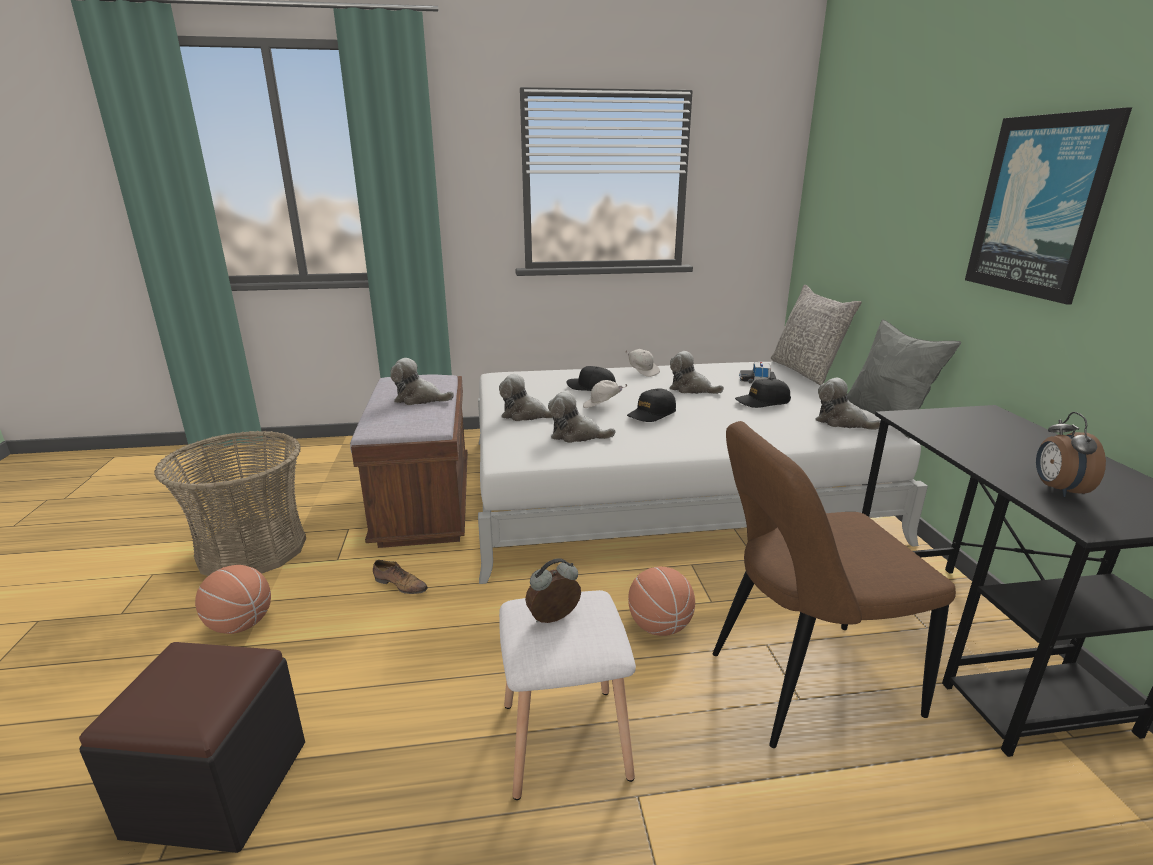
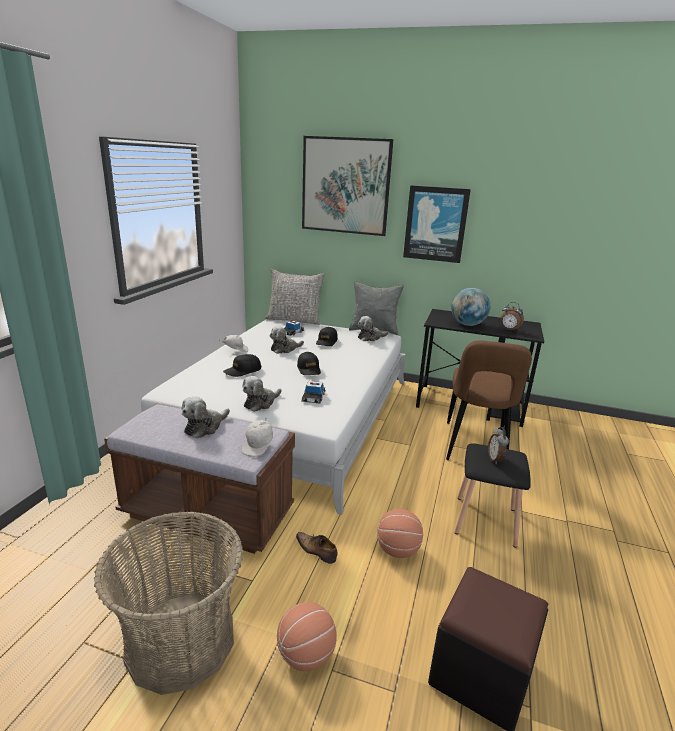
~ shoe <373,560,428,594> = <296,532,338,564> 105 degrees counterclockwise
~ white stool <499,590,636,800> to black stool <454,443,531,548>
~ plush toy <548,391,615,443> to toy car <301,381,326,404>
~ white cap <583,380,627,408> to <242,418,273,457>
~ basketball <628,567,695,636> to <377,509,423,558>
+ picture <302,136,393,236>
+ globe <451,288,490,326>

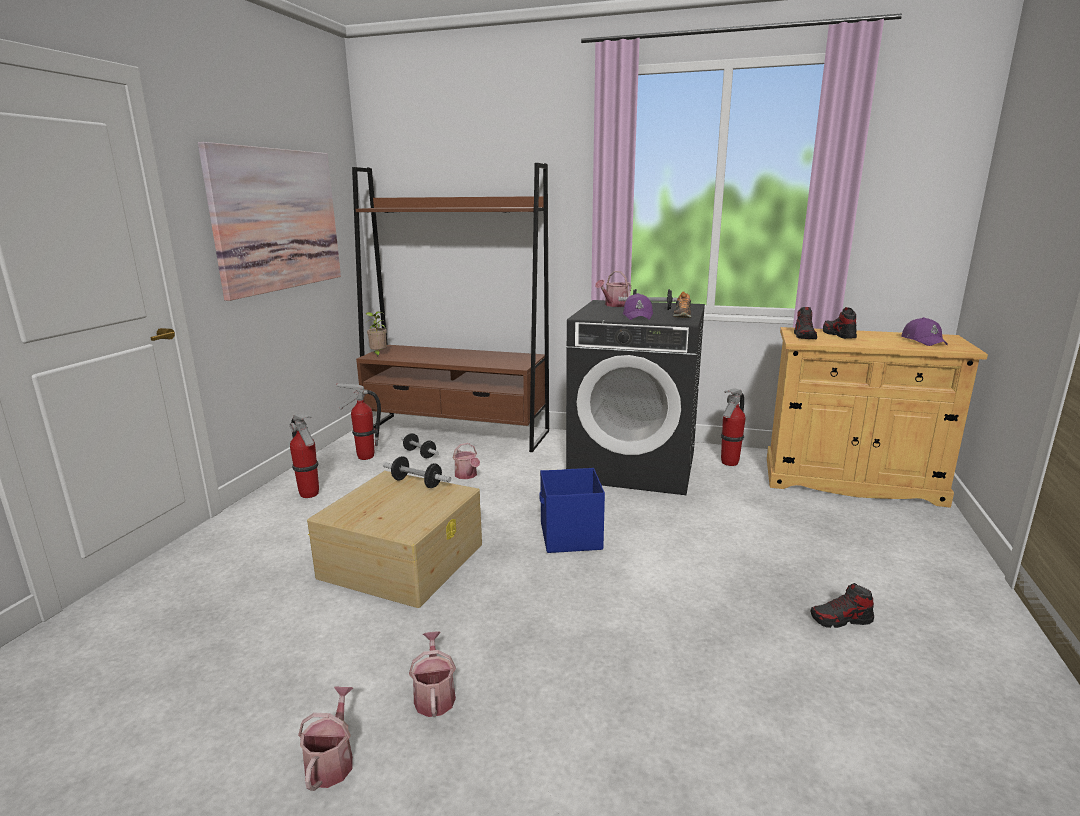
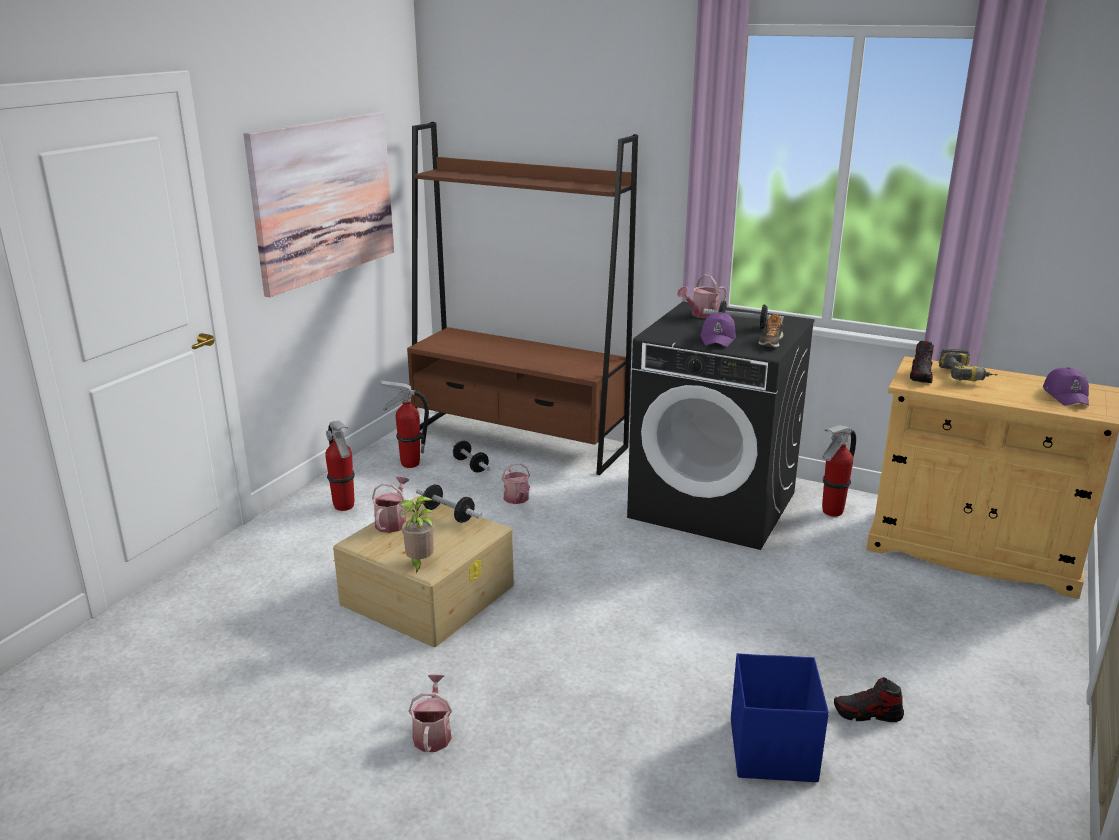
~ watering can <298,686,353,791> to <372,476,410,533>
~ potted plant <366,311,387,357> to <399,496,435,573>
~ blue storage box <539,468,605,553> to <731,653,829,782>
~ shoe <823,307,857,339> to power drill <939,349,998,381>

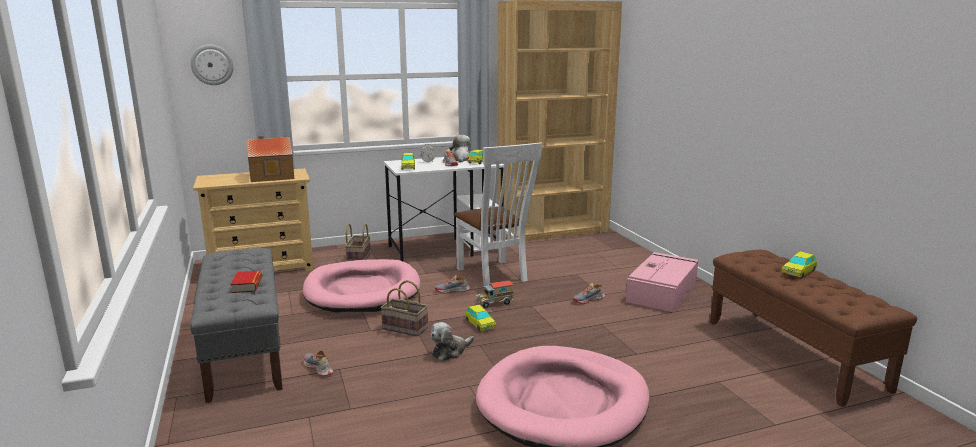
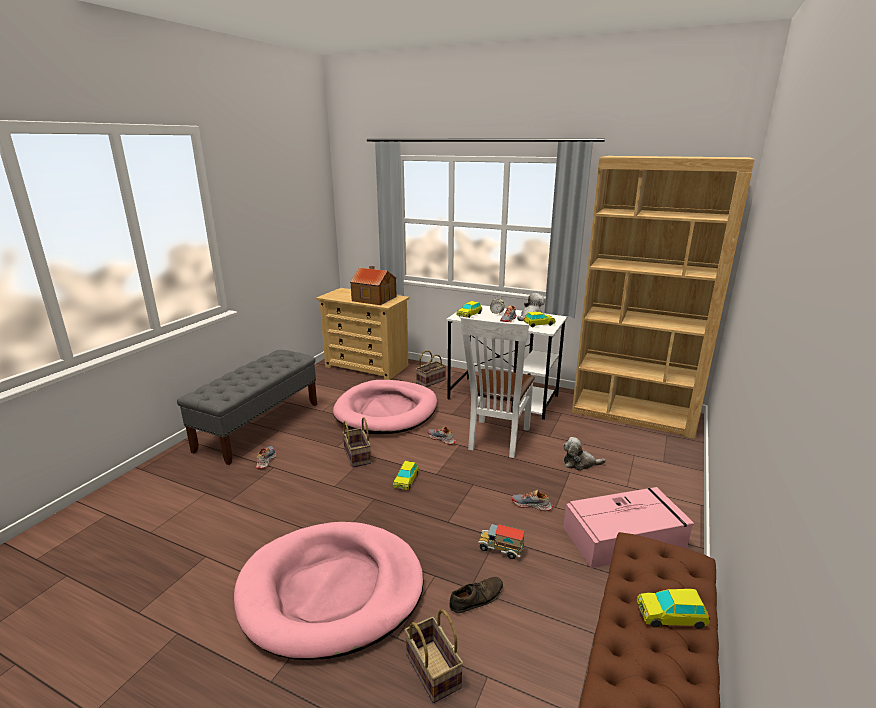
- wall clock <190,45,234,85>
- book <230,271,262,293>
~ plush toy <431,322,474,361> to <563,437,606,471>
~ toy truck <476,281,514,308> to <478,524,525,559>
+ basket <405,609,463,703>
+ brown shoe <449,577,503,613>

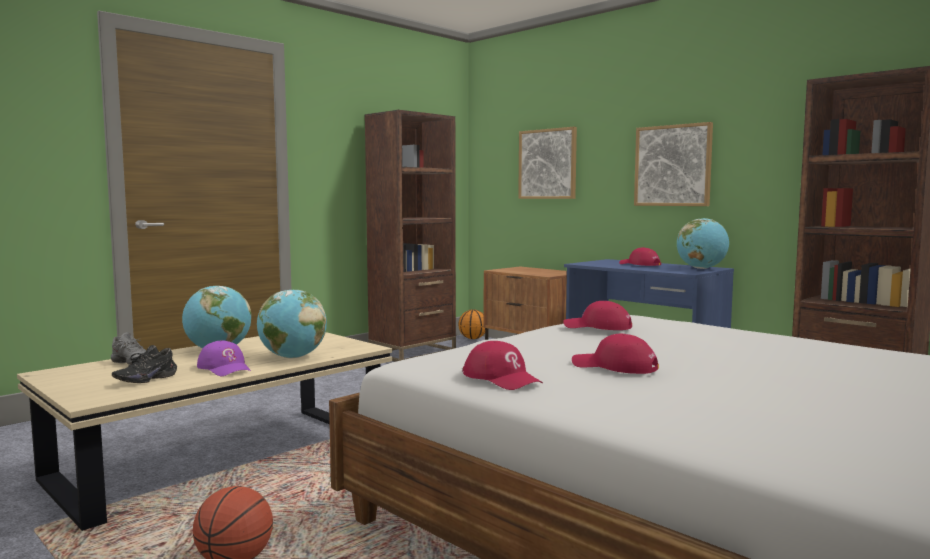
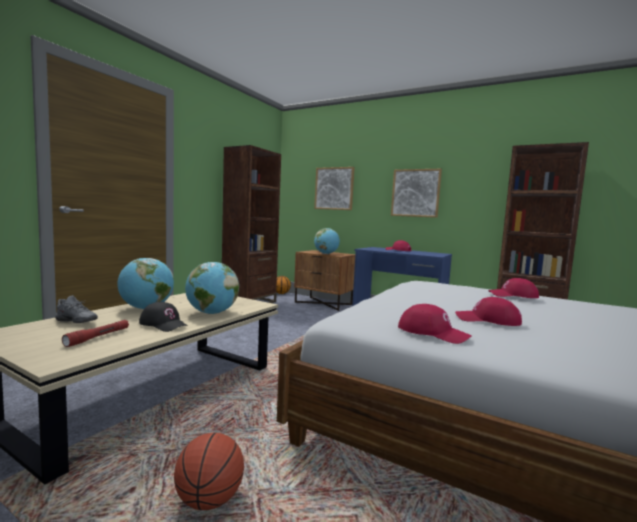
~ black shoe <112,345,177,383> to red flashlight <62,320,129,347>
~ purple cap <197,341,251,376> to black cap <139,302,188,332>
~ red cap <563,301,632,330> to <488,278,539,298>
~ globe <677,218,729,269> to <314,228,340,254>

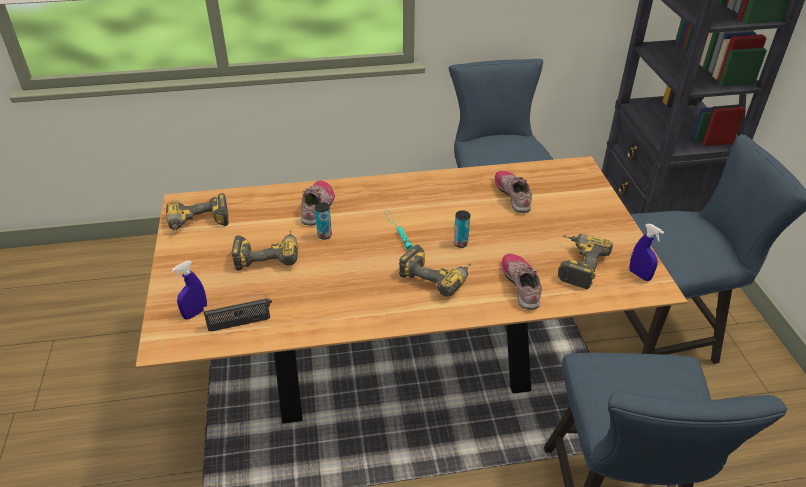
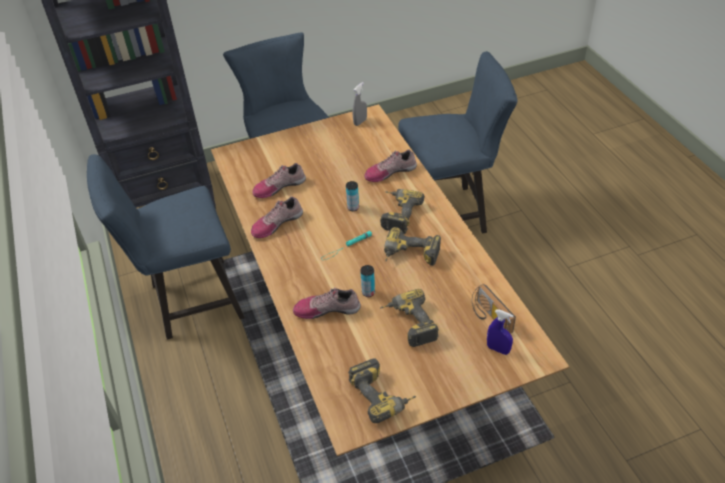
~ power drill <558,234,613,289> to <384,227,441,266>
~ blue spray bottle <629,224,664,281> to grey spray bottle <352,82,367,126>
+ shoe <251,196,303,238>

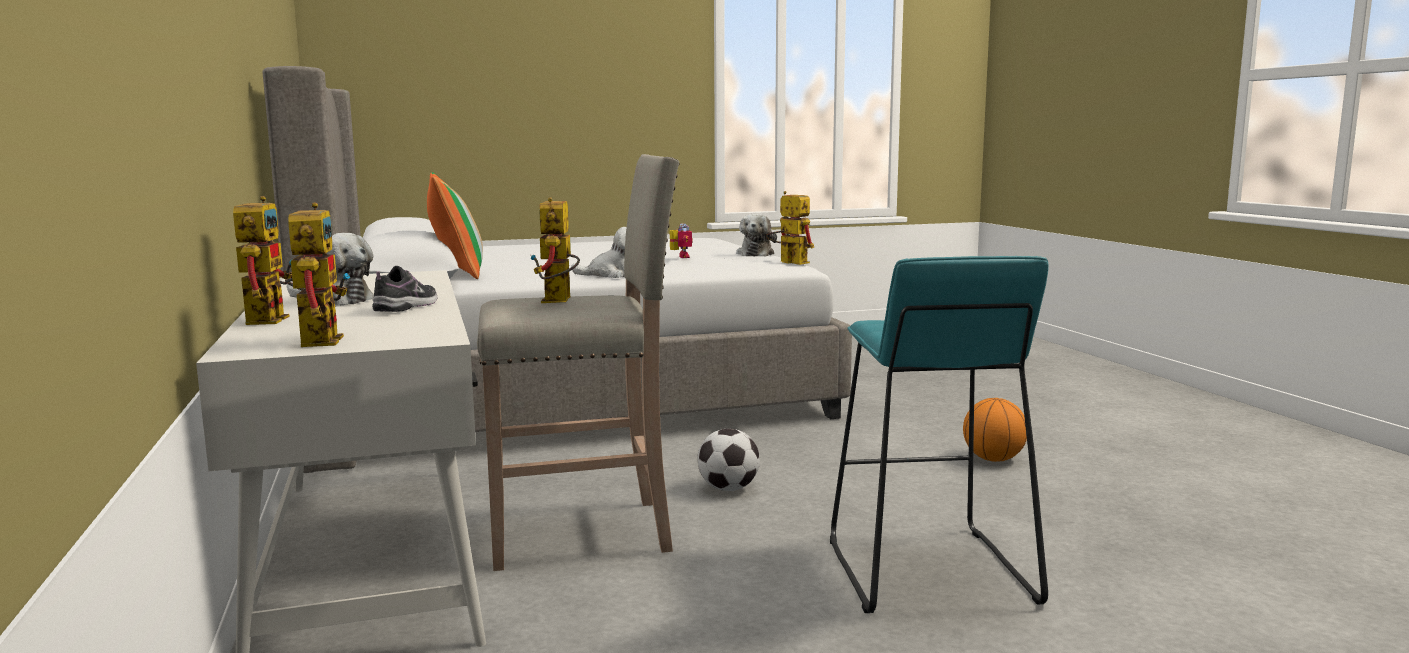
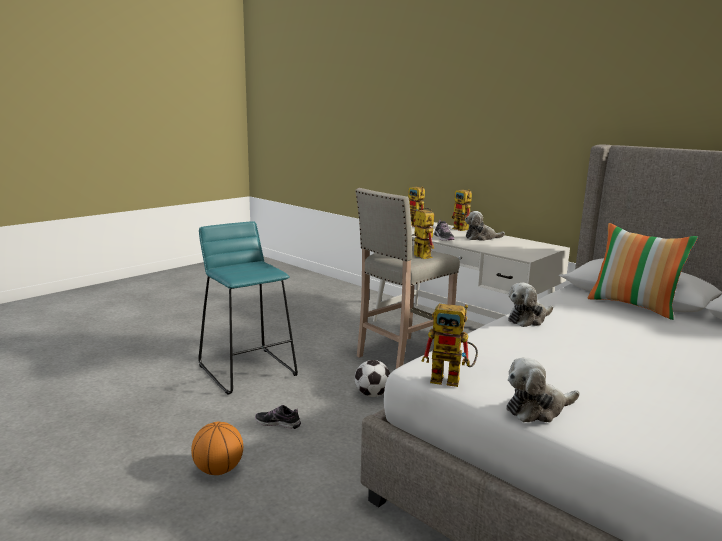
- toy robot <669,223,693,258>
~ plush toy <736,214,777,257> = <506,358,579,422> 90 degrees counterclockwise
+ shoe <255,405,301,429>

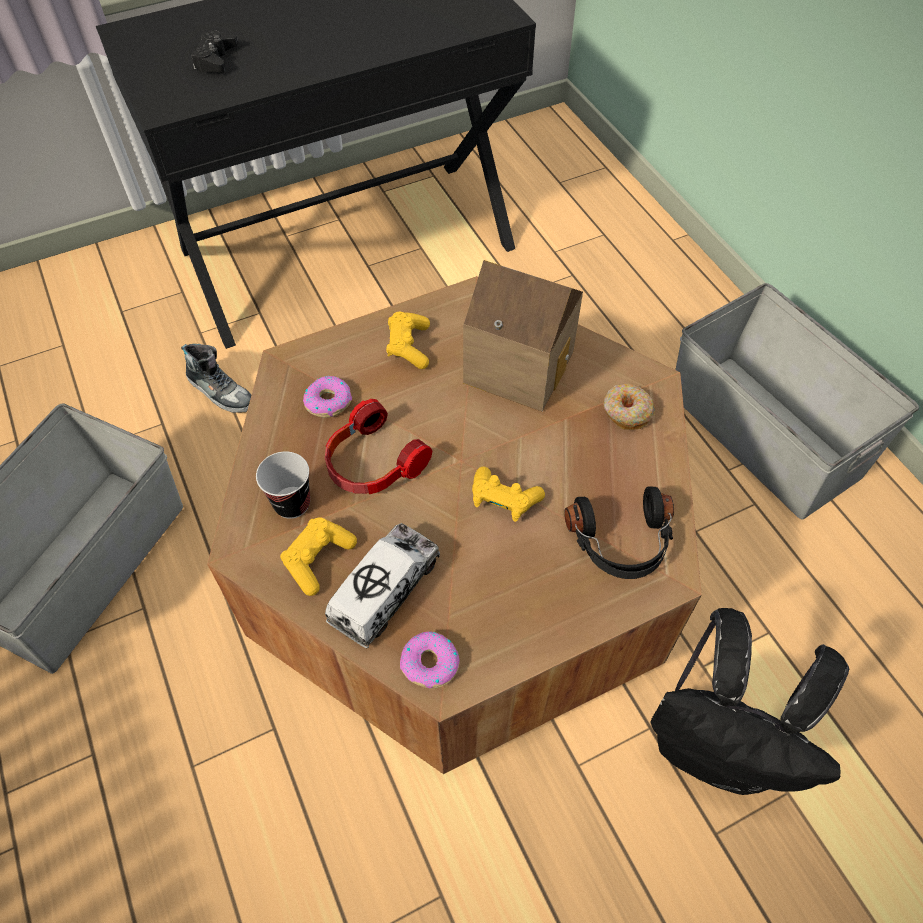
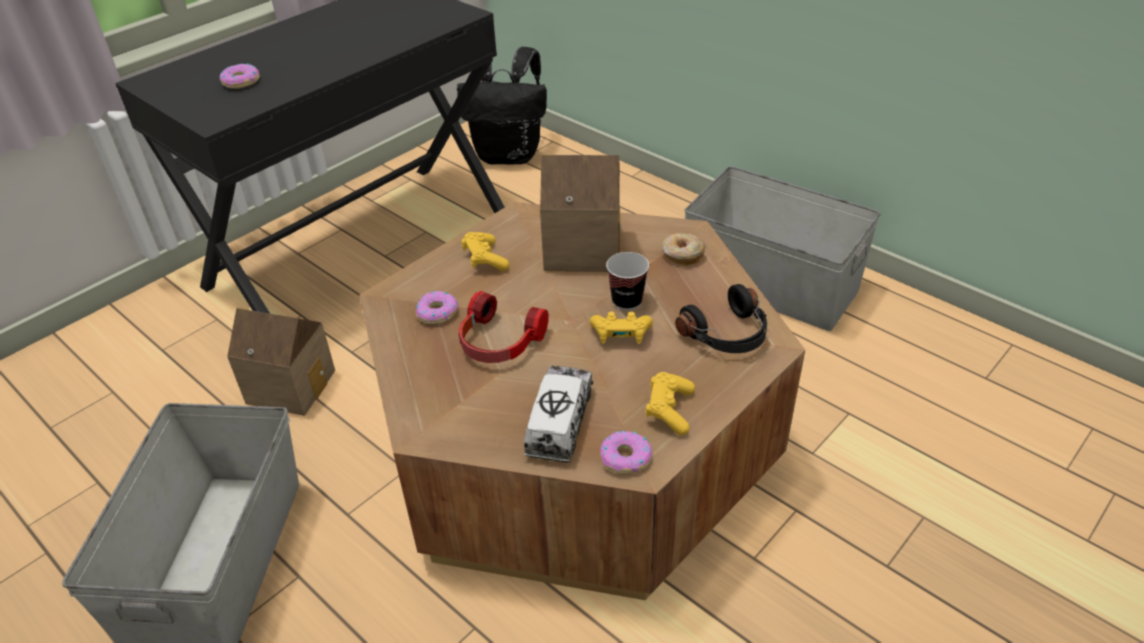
~ shoe <181,344,251,413> to toy house <227,308,335,416>
~ black game controller <191,30,238,73> to donut <219,63,260,89>
~ cup <256,451,310,519> to <606,252,649,310>
~ yellow game controller <280,517,357,596> to <645,372,695,435>
~ black backpack <650,608,849,795> to <457,47,547,164>

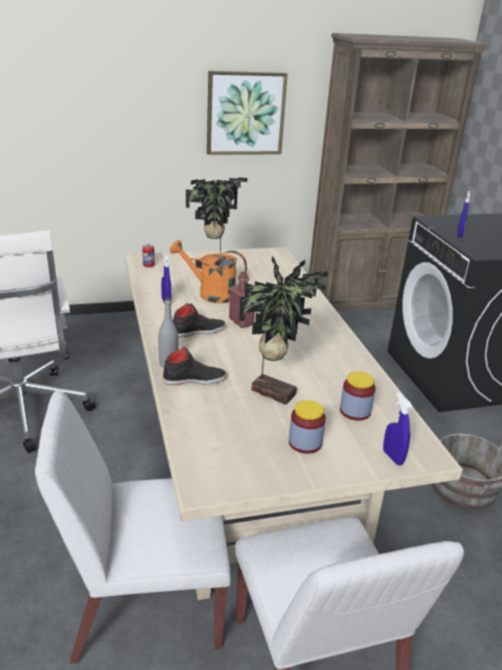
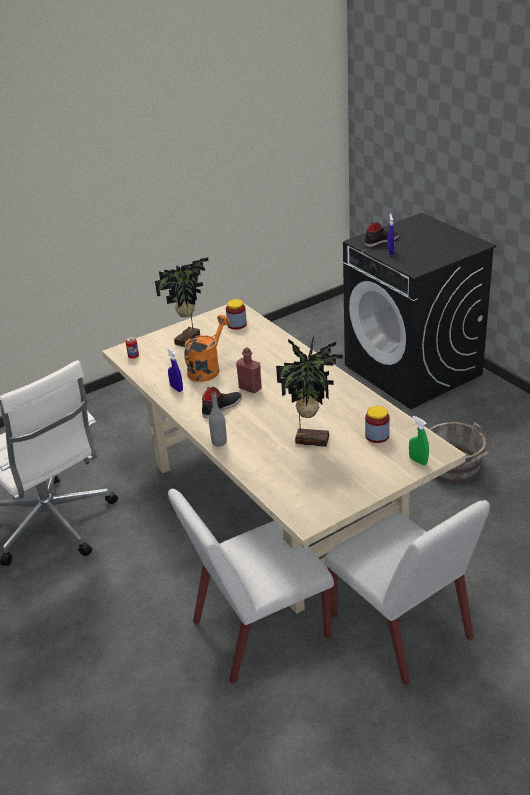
~ black shoe <163,346,227,385> to <365,222,399,247>
~ orange watering can <170,240,247,303> = <184,315,230,382> 120 degrees clockwise
- picture <207,71,288,155>
~ jar <289,400,326,454> to <226,299,247,330>
- brown bookcase <309,33,488,312>
~ blue spray bottle <383,392,413,465> to green spray bottle <409,416,429,465>

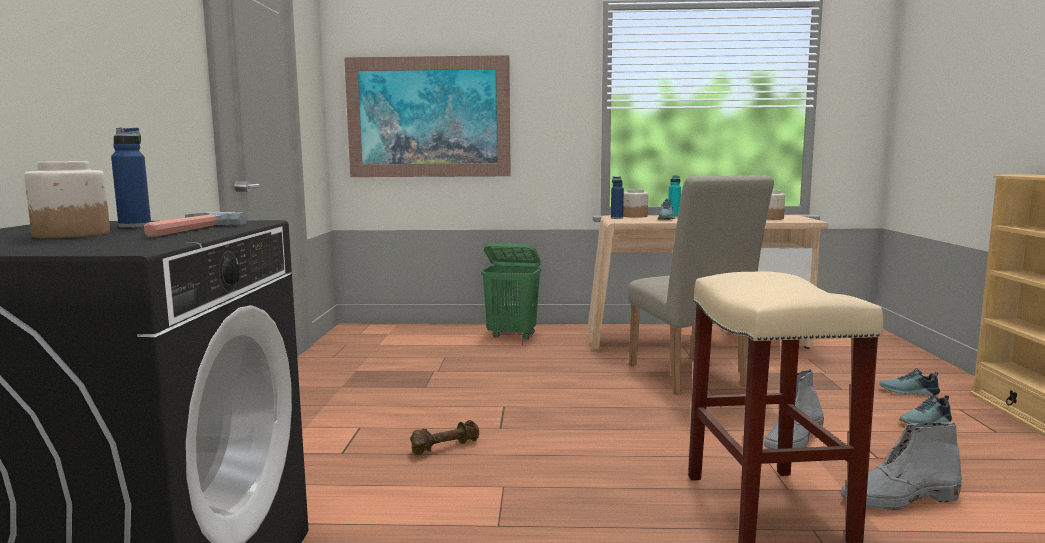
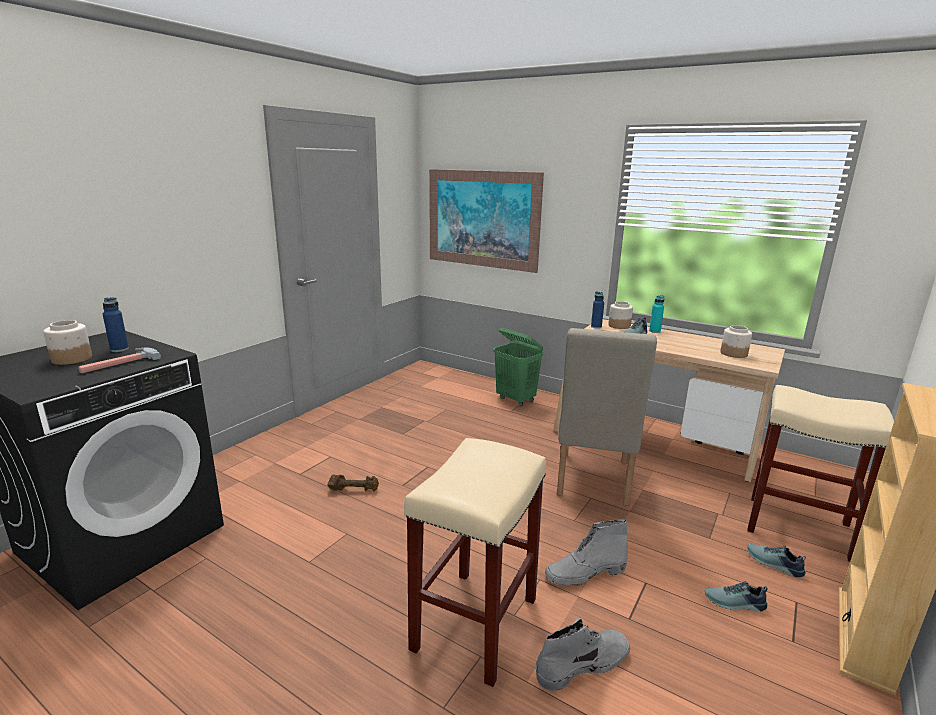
~ grey boot <841,422,962,511> = <536,617,630,691> 135 degrees clockwise
+ beige stool <747,385,894,562>

